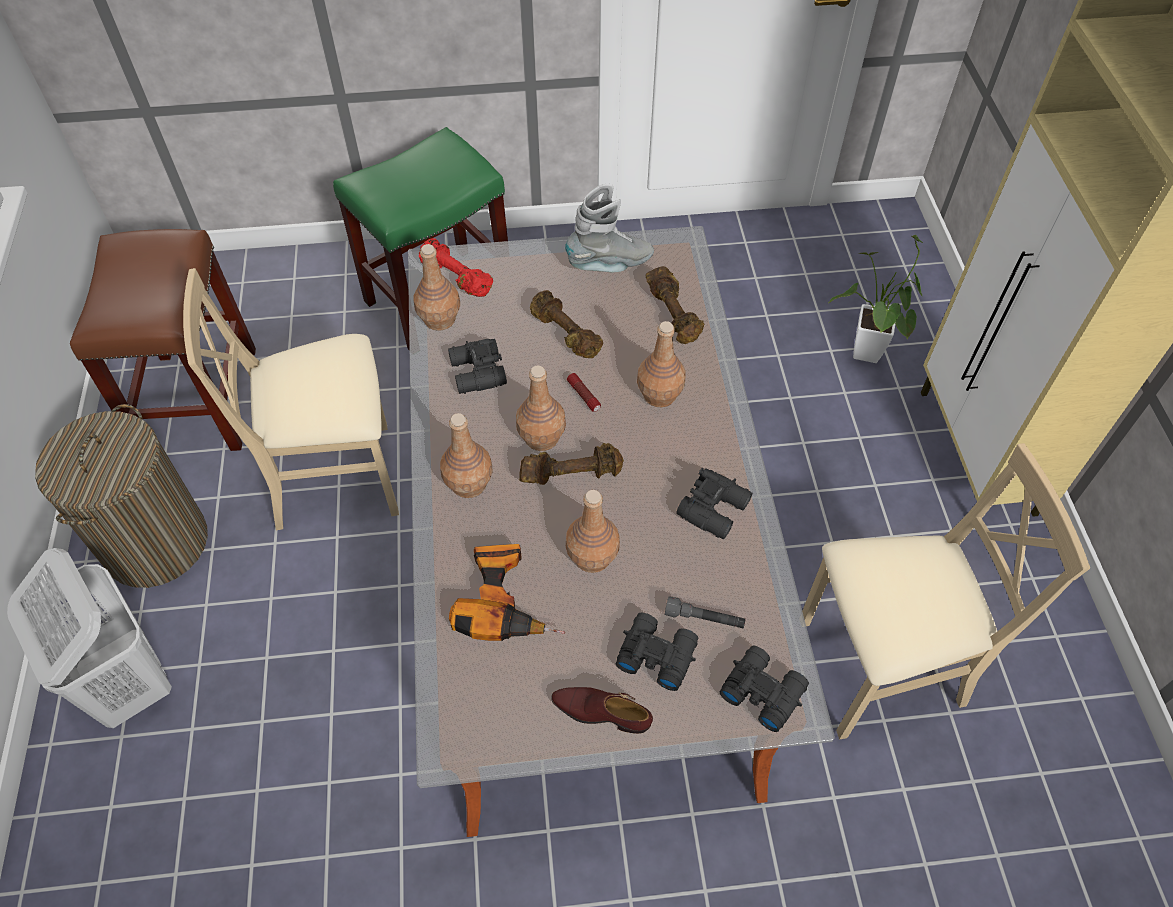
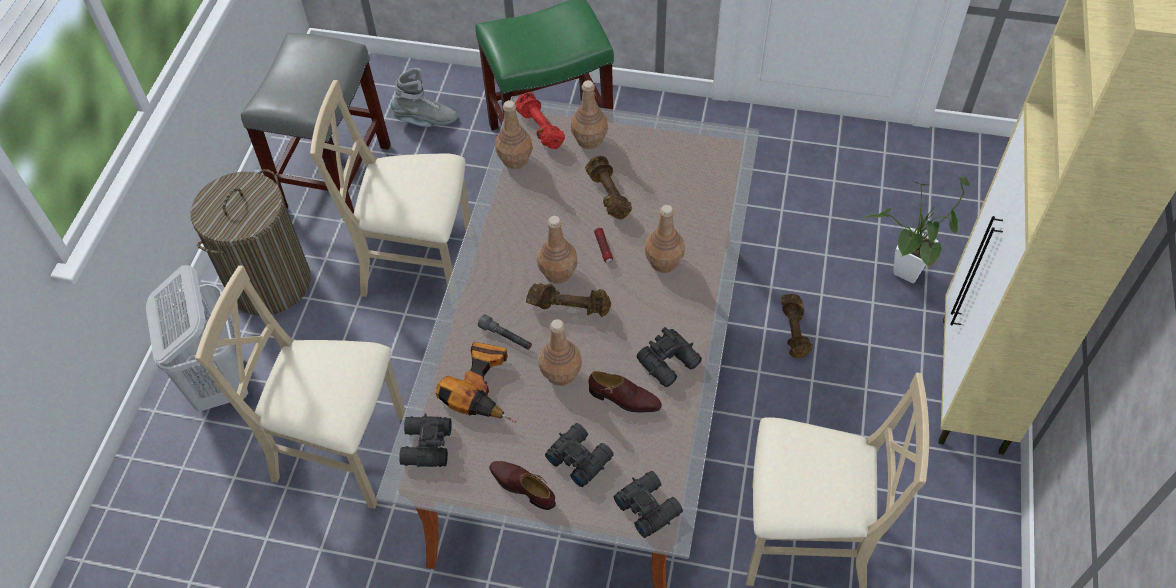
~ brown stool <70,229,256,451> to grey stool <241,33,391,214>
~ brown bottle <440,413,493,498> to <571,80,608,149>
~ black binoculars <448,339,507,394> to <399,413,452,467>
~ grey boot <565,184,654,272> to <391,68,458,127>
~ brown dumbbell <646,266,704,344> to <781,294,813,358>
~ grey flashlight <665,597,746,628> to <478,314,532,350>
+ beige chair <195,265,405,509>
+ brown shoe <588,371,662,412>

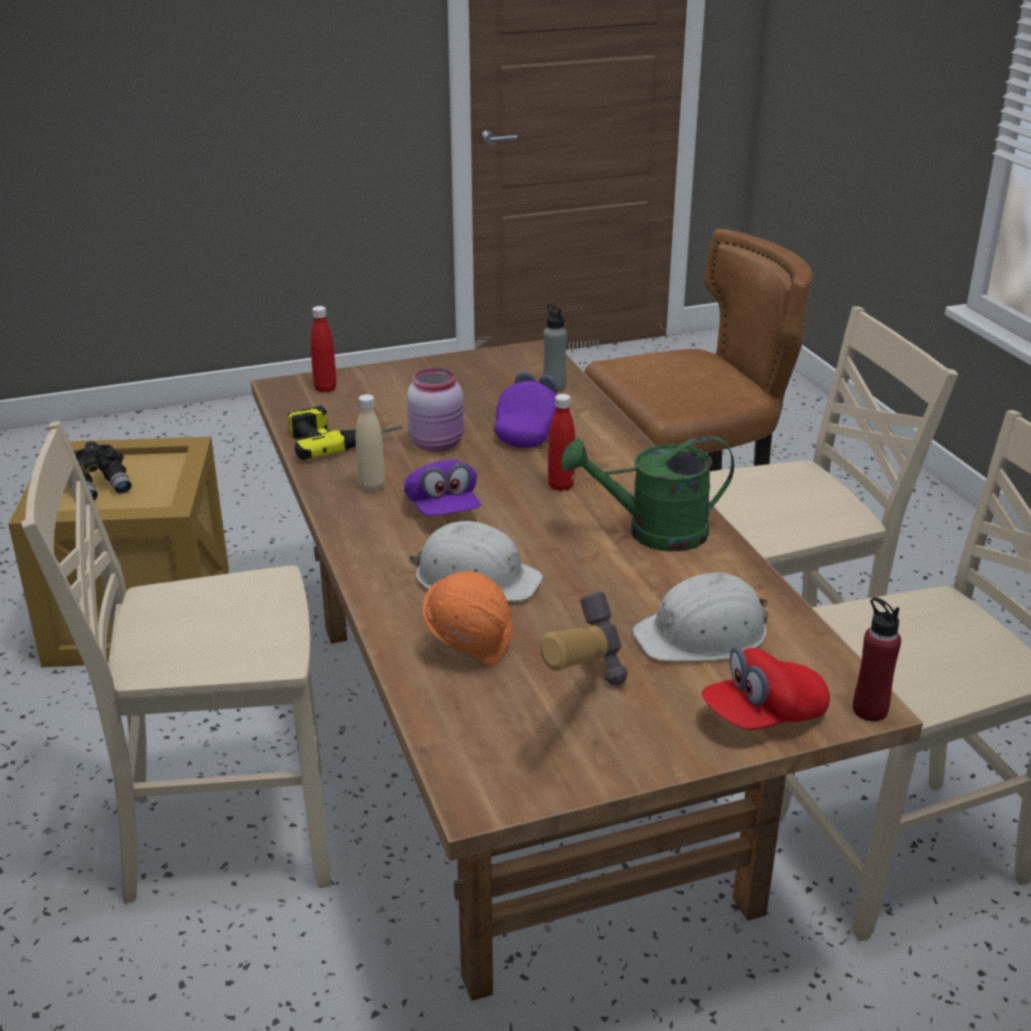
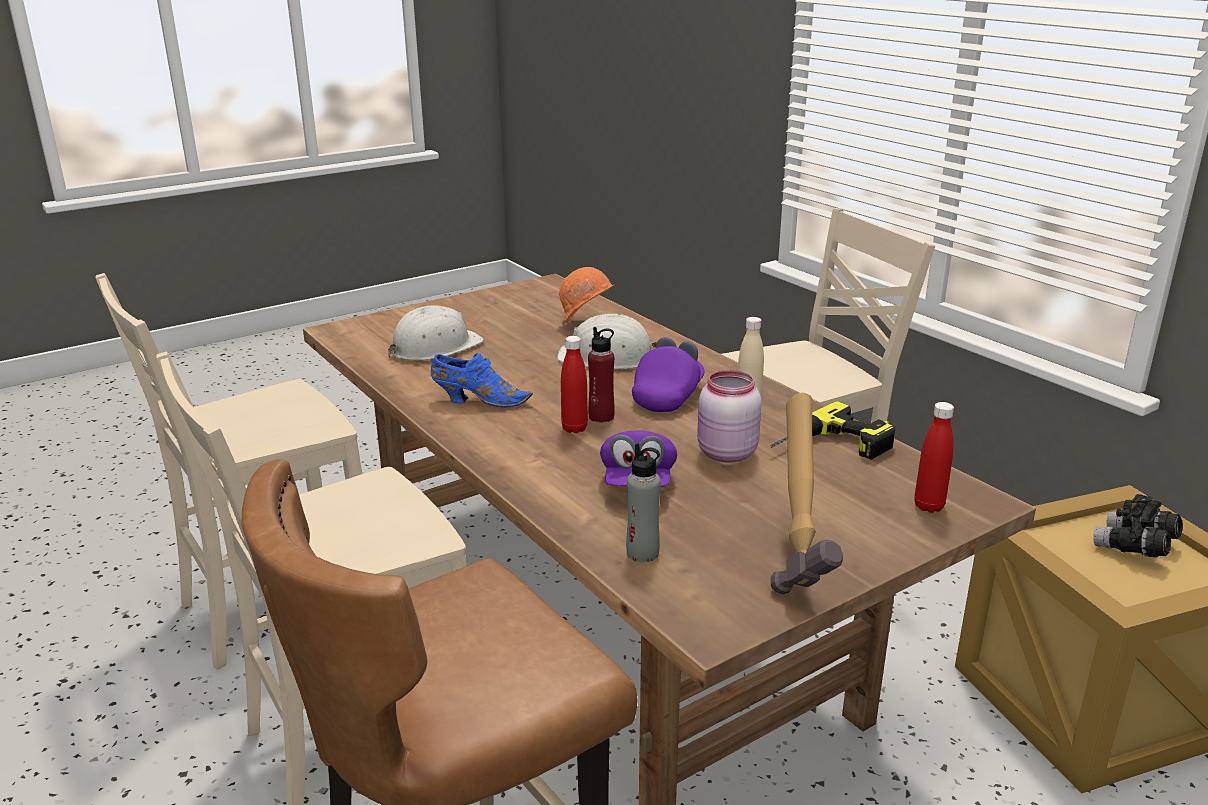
~ purple cap <404,460,481,516> = <632,337,705,412> 60 degrees clockwise
~ hammer <540,591,628,685> to <771,393,843,594>
~ green watering can <561,436,734,552> to blue shoe <431,353,533,407>
- red cap <702,646,830,730>
~ red bottle <853,597,901,721> to <588,327,615,423>

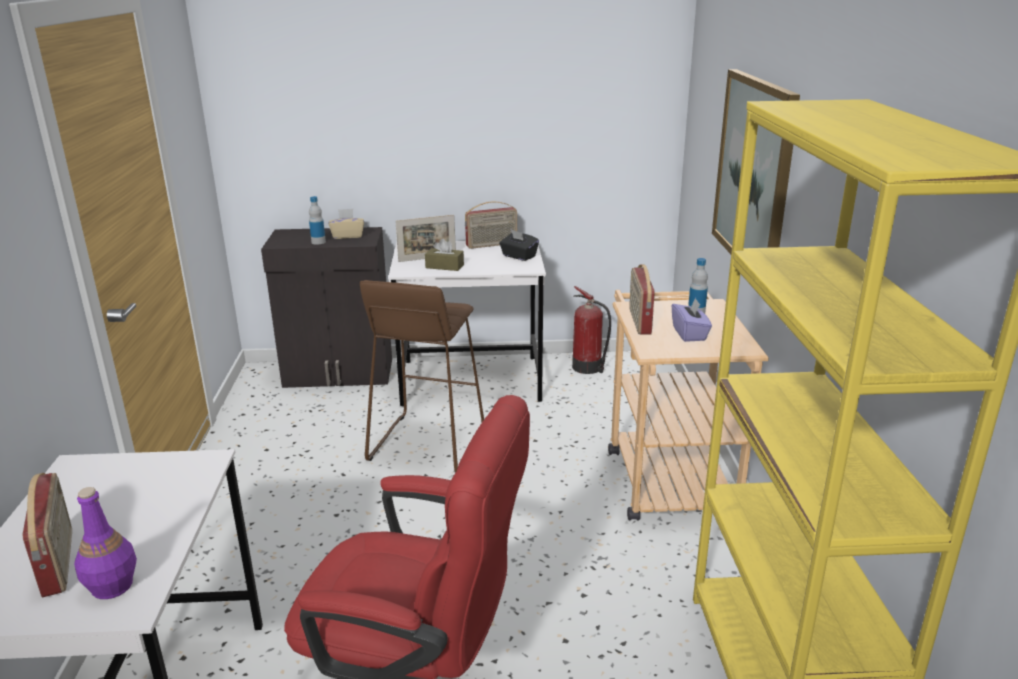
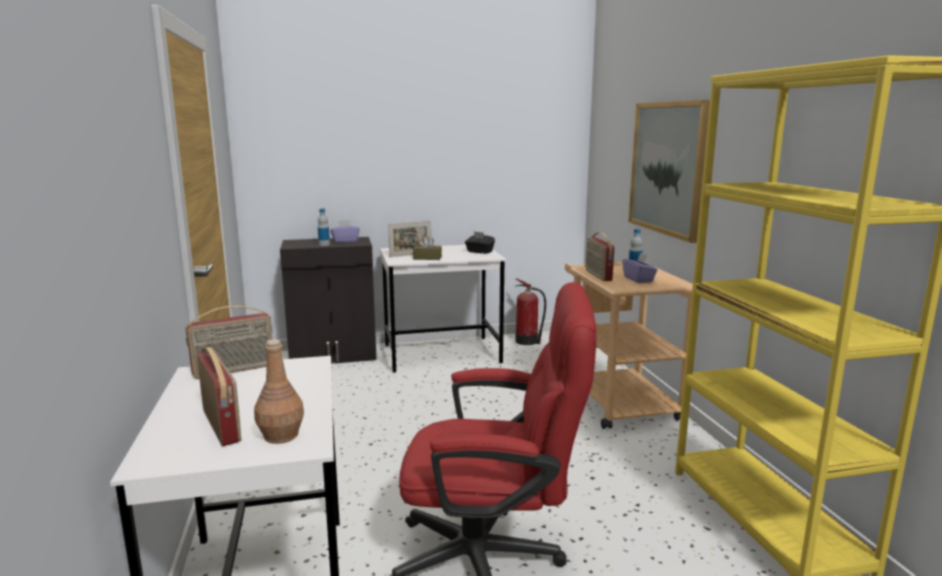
~ purple bottle <74,487,137,599> to brown bottle <254,339,304,444>
~ beige tissue box <328,209,364,239> to purple tissue box <330,220,360,243>
- brown stool <360,280,484,473>
~ radio <465,201,517,249> to <186,306,273,379>

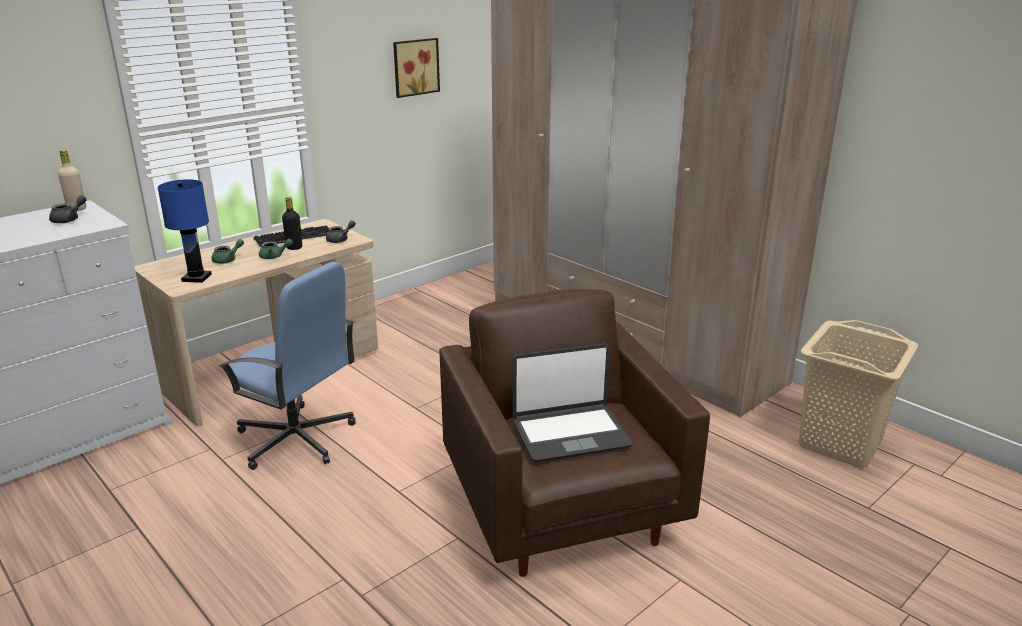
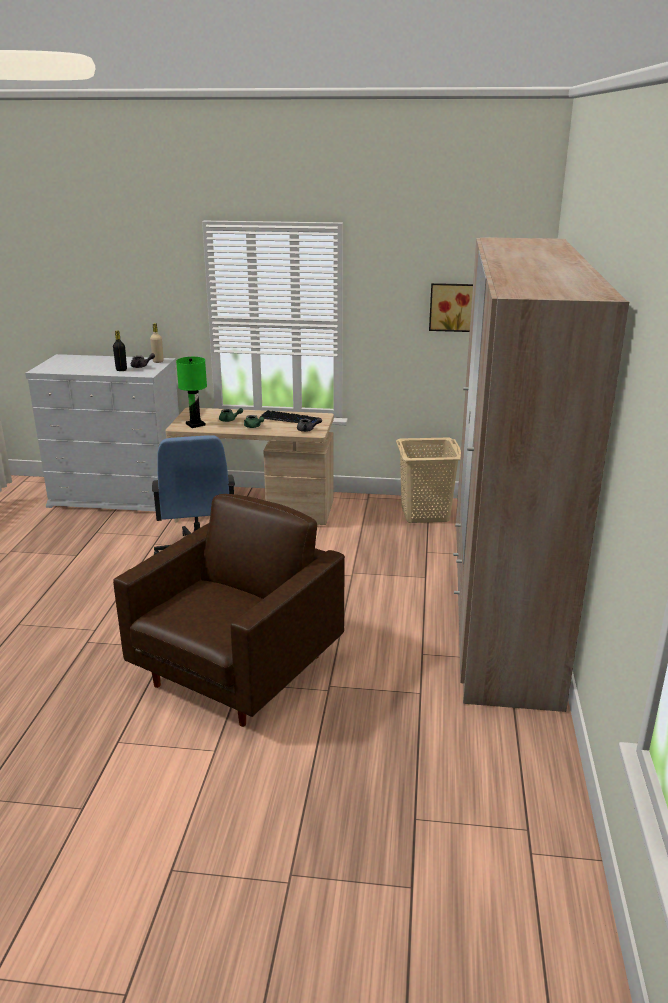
~ blue table lamp <157,179,212,283> to green table lamp <176,357,207,428>
~ black bottle <282,197,302,250> to <113,331,127,371>
- laptop <513,343,632,462>
~ beige laundry basket <799,320,919,468> to <396,437,461,523>

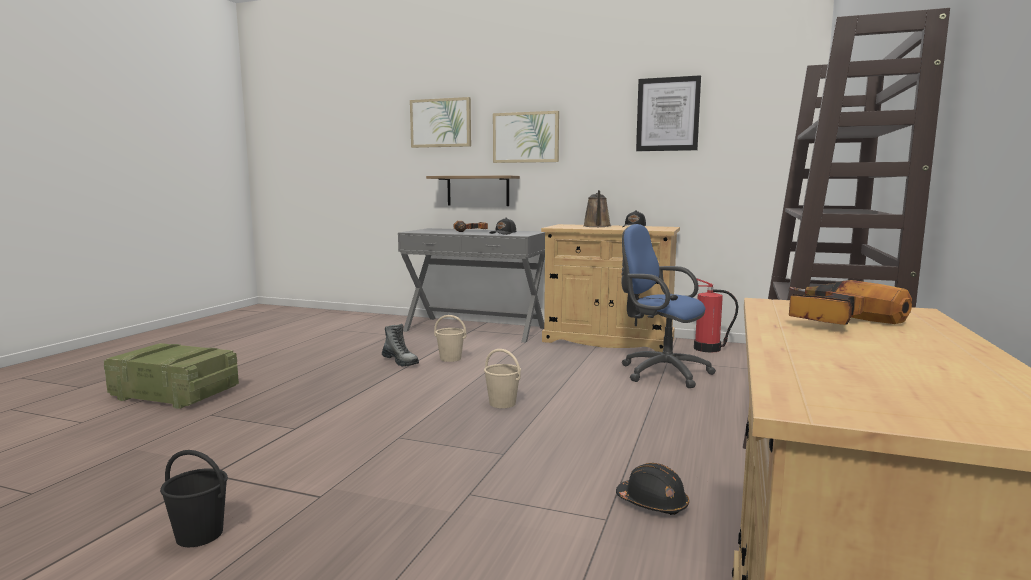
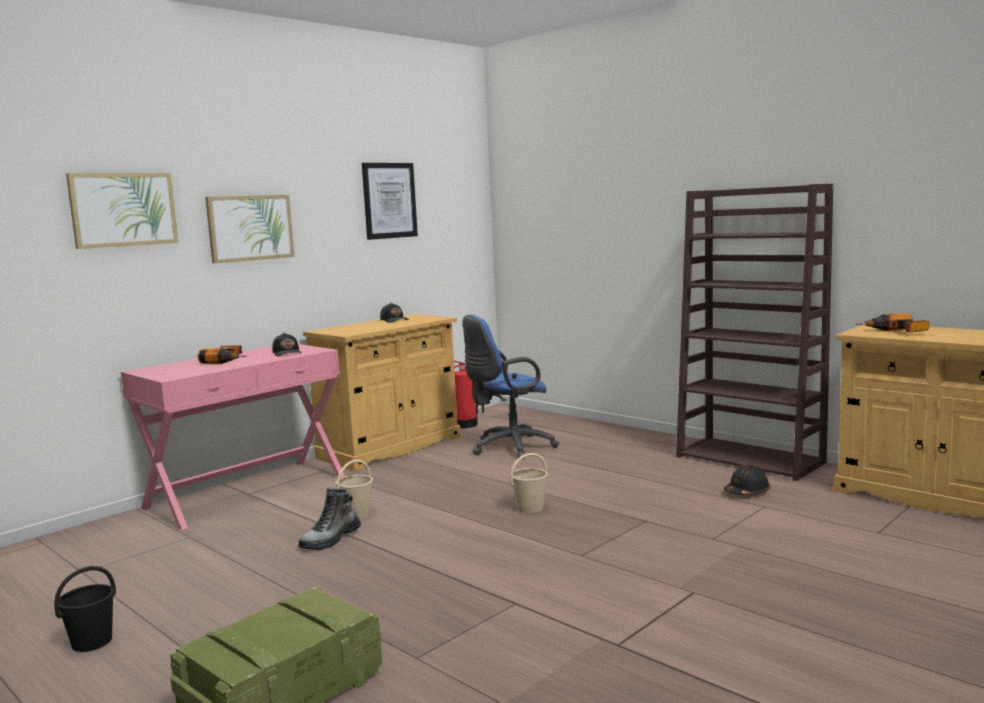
~ black bucket <160,450,228,547> to <54,566,116,652>
~ boot <382,324,419,366> = <299,488,361,550> 150 degrees clockwise
~ grey console table <398,228,545,343> to pink console table <121,344,345,530>
- shelf <426,175,520,206>
- brown watering can <583,190,611,227>

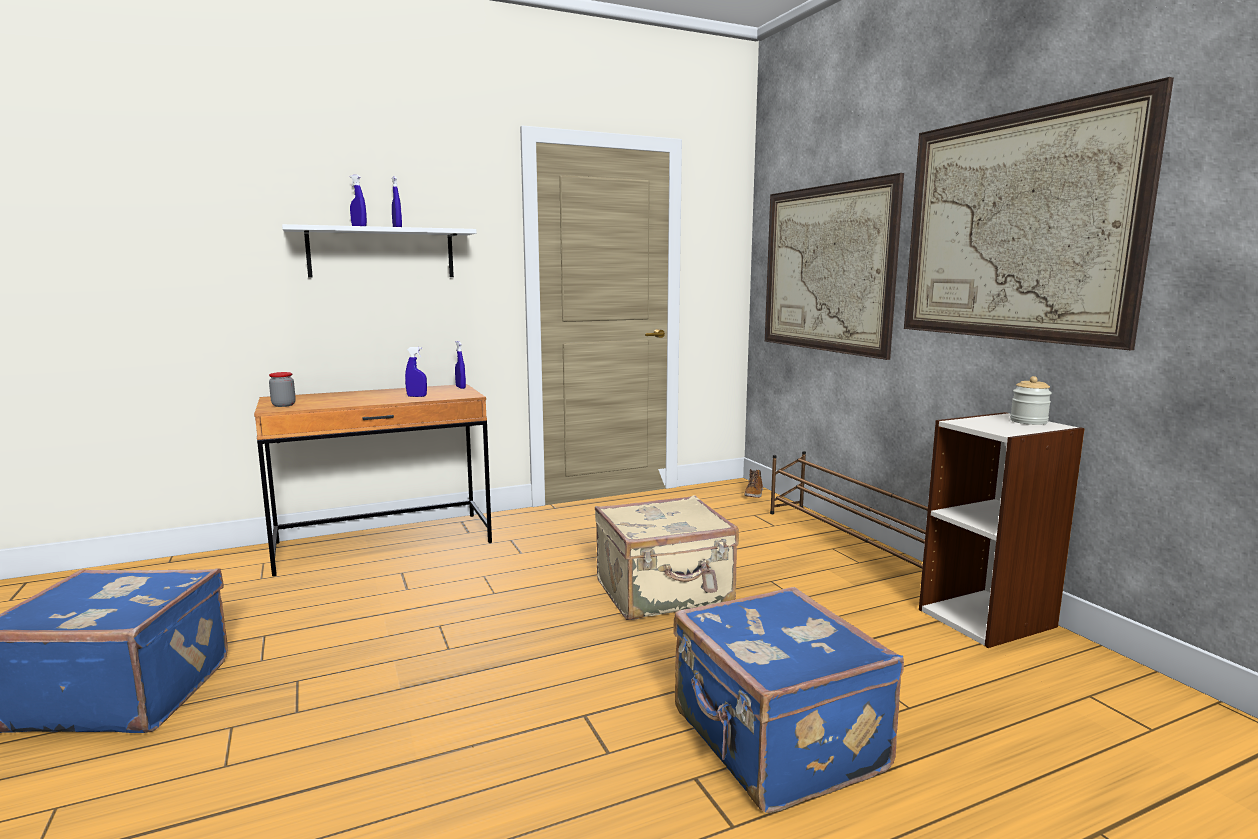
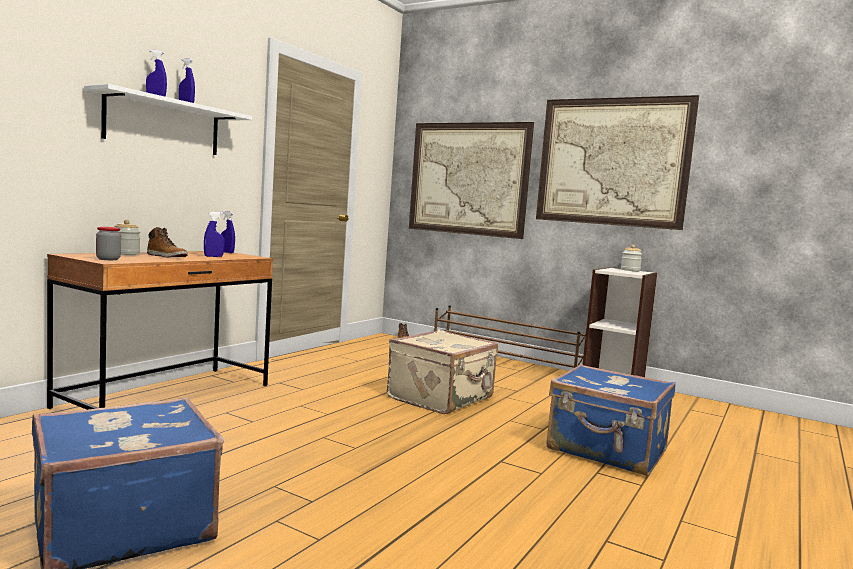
+ jar <115,220,140,255>
+ boot <147,227,188,258>

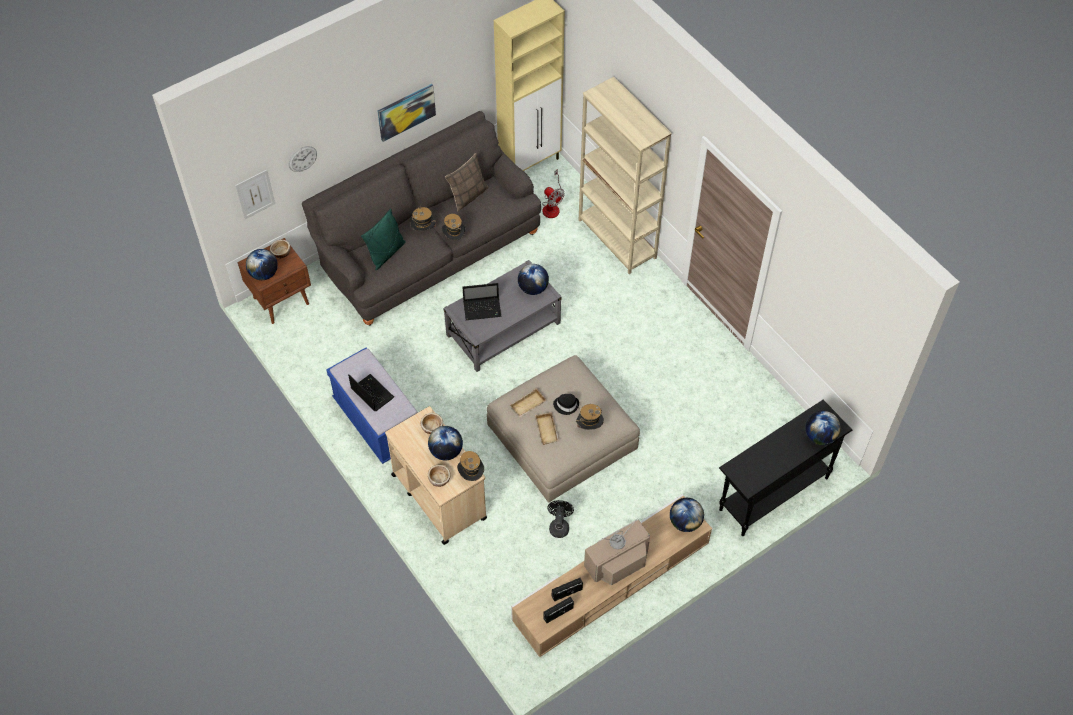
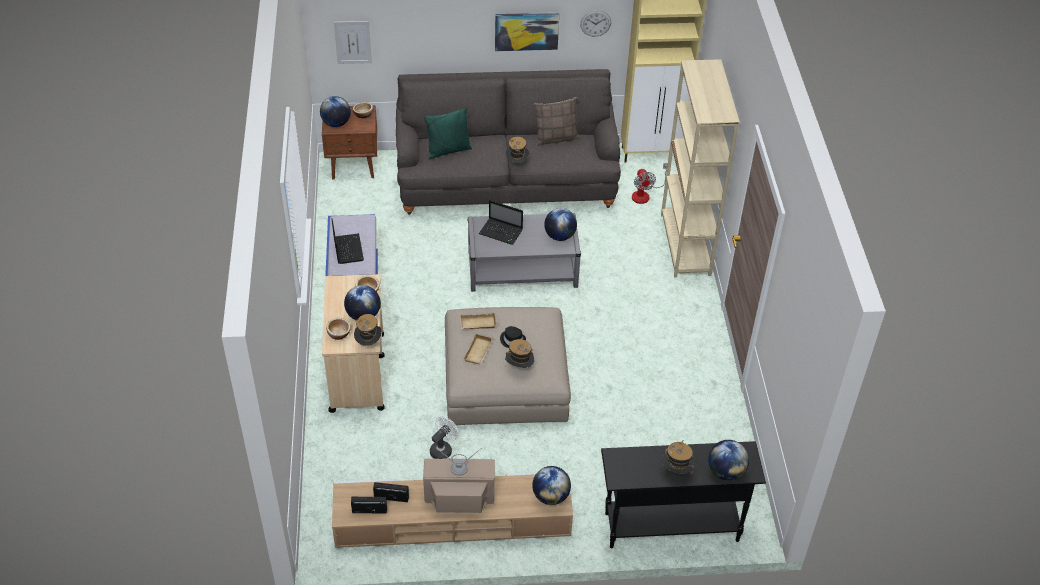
~ wall clock <289,146,317,172> to <580,10,611,37>
~ hat <411,205,436,231> to <662,441,695,474>
~ black fan <547,500,574,538> to white fan <430,416,459,459>

